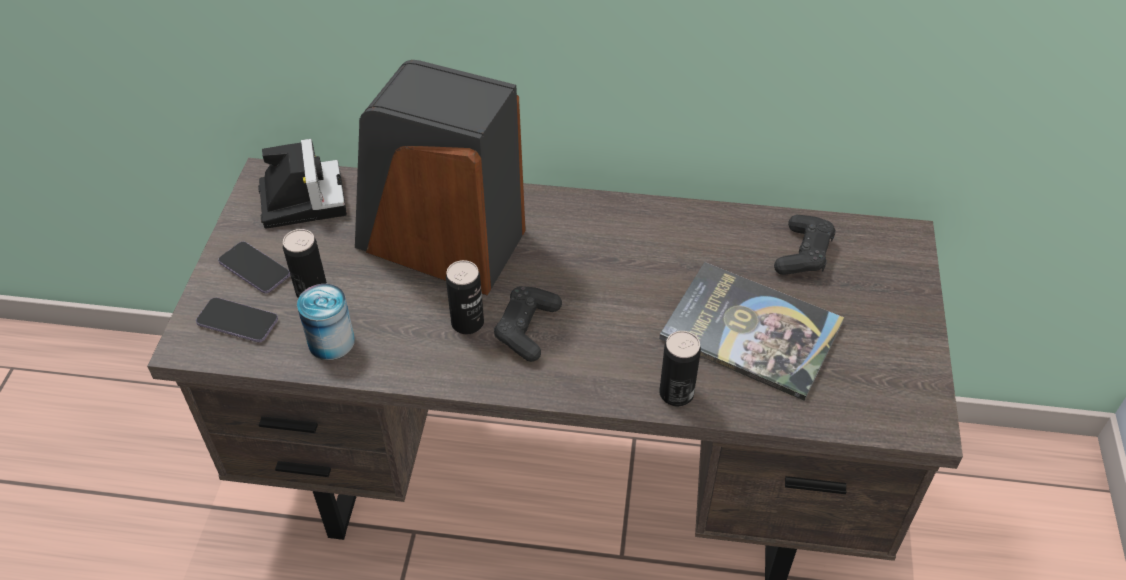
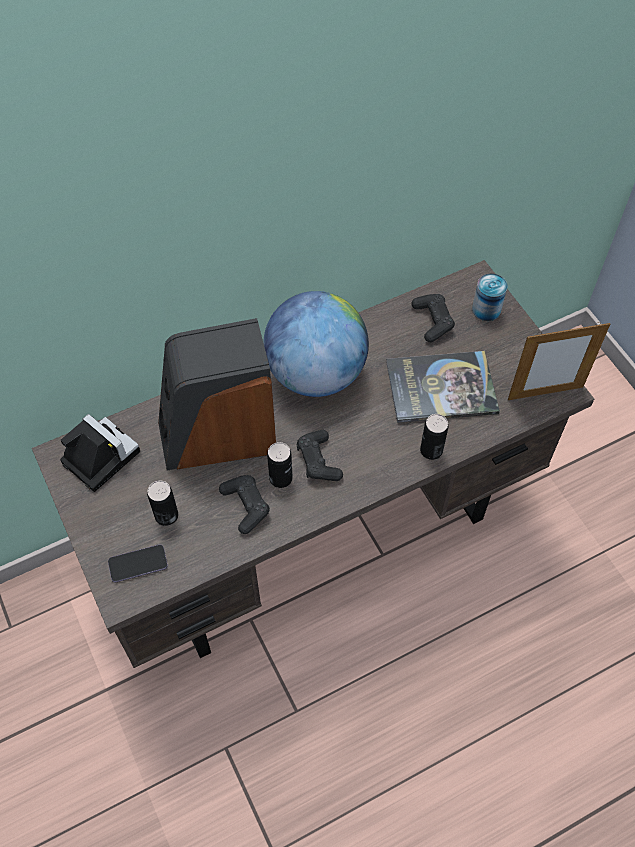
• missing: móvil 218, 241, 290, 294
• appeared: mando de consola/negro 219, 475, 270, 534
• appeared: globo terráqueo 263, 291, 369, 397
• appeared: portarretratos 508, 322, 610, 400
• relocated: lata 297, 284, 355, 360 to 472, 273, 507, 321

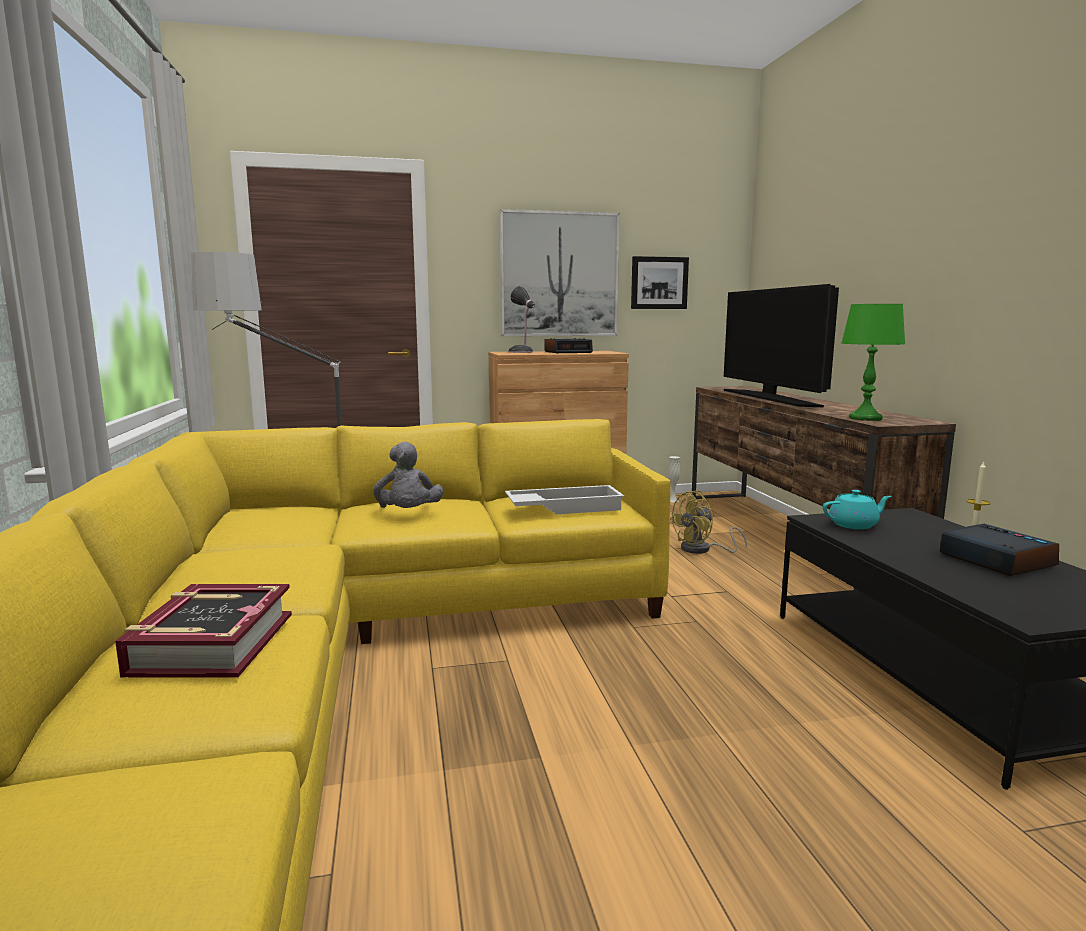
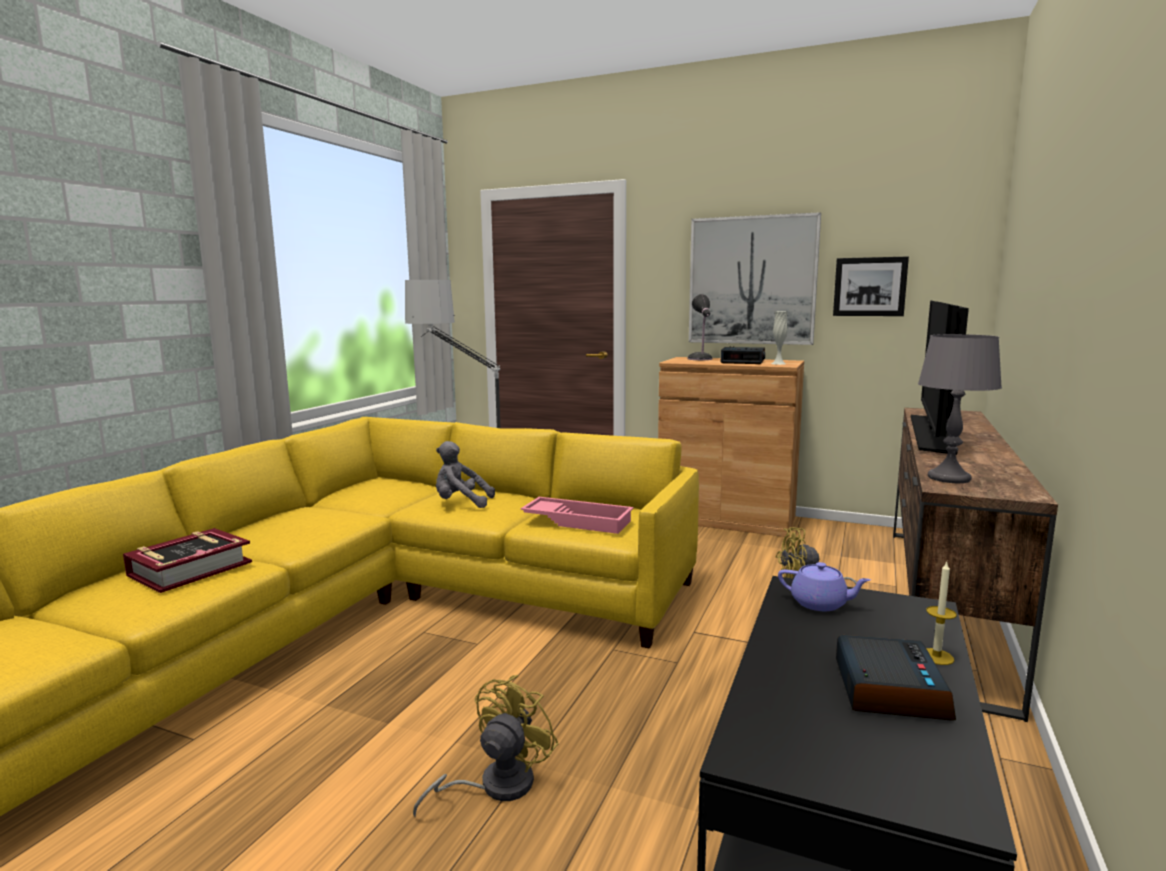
• appeared: ventilador/amarillo 413, 675, 559, 818
• relocated: florero/blanco 668, 456, 680, 502 to 771, 311, 788, 365
• colour: bandeja/blanco 505, 485, 625, 514 to bandeja/rosa 520, 497, 634, 534
• colour: tetera/turquesa 823, 490, 892, 529 to tetera/morado 778, 562, 871, 611
• colour: lámpara de mesa/verde 842, 304, 906, 421 to lámpara de mesa/gris 918, 334, 1002, 483
• spun: peluche/gris 373, 442, 443, 508 = 436, 441, 495, 508 75 degrees clockwise

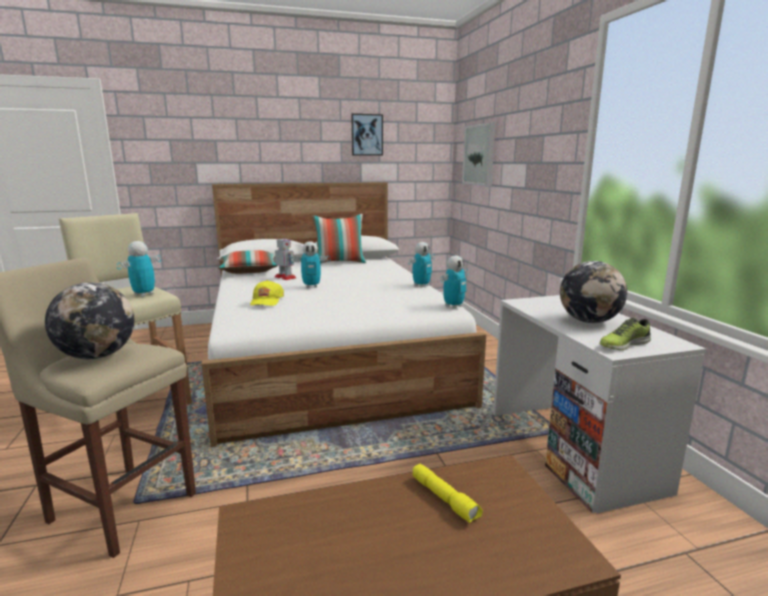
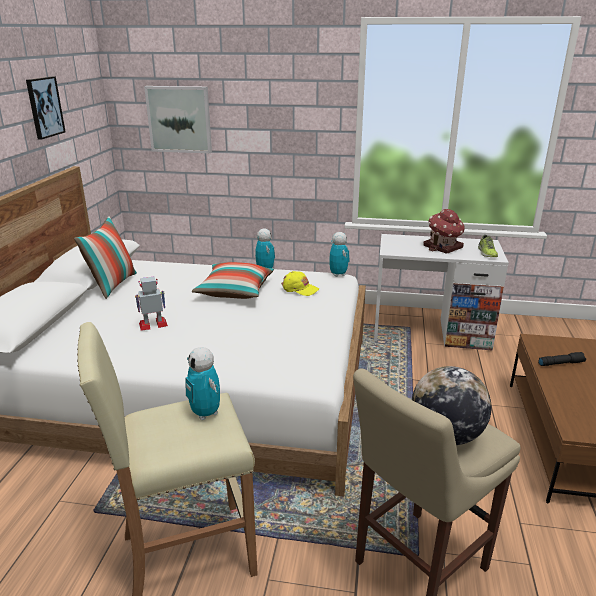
• missing: robot de juguete 290, 241, 331, 288
• relocated: cojín 218, 250, 279, 274 to 192, 262, 274, 299
• relocated: gorra/amarillo 250, 280, 284, 306 to 281, 271, 319, 296
• exchanged: globo terráqueo 560, 261, 627, 323 to casita 423, 209, 465, 254
• colour: linterna/amarillo 413, 464, 483, 523 to linterna/negro 538, 352, 586, 366

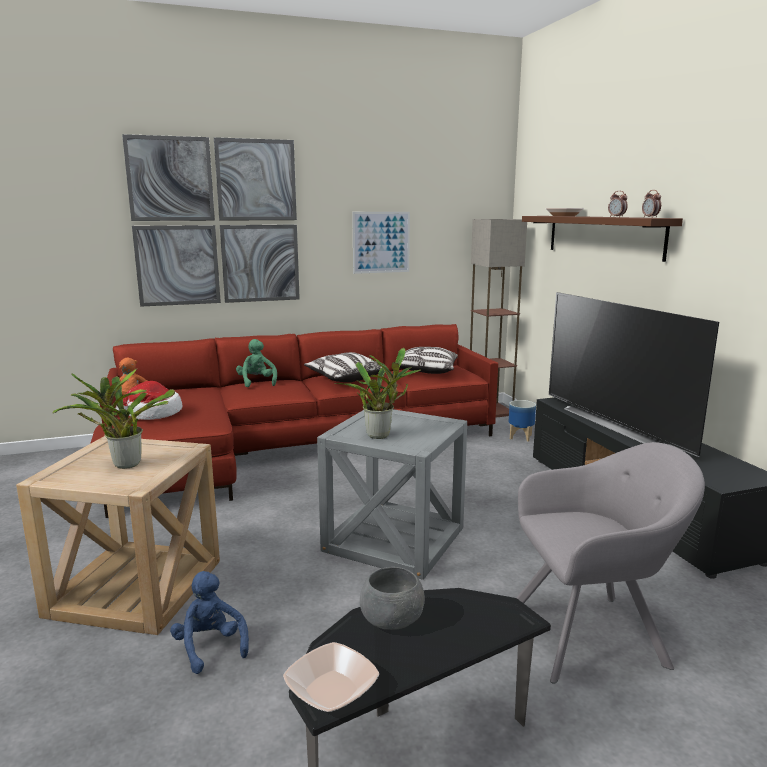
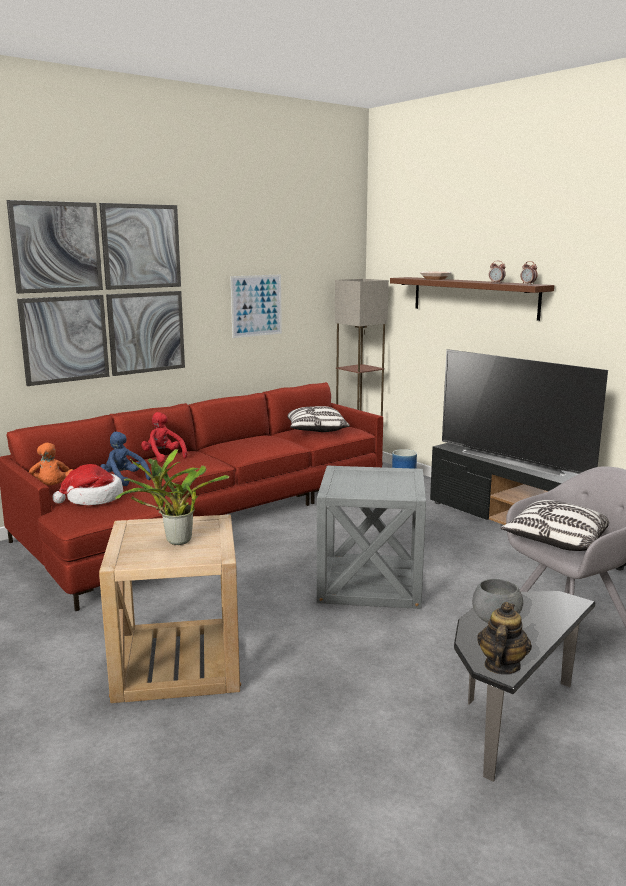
• missing: planta en maceta 335, 348, 421, 439
• relocated: peluche/azul 170, 571, 249, 674 to 100, 432, 151, 486
• relocated: cojín 304, 352, 382, 382 to 500, 500, 609, 551
• exchanged: cuenco 283, 642, 379, 712 to tetera 477, 602, 532, 674
• colour: peluche/verde 236, 339, 277, 387 to peluche/rojo 141, 412, 187, 462

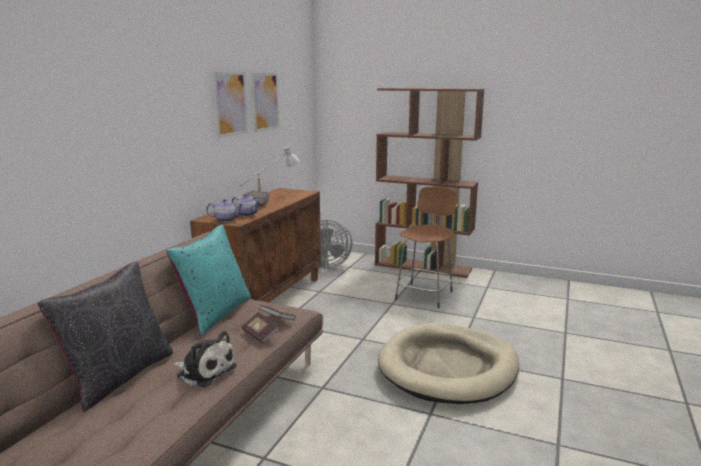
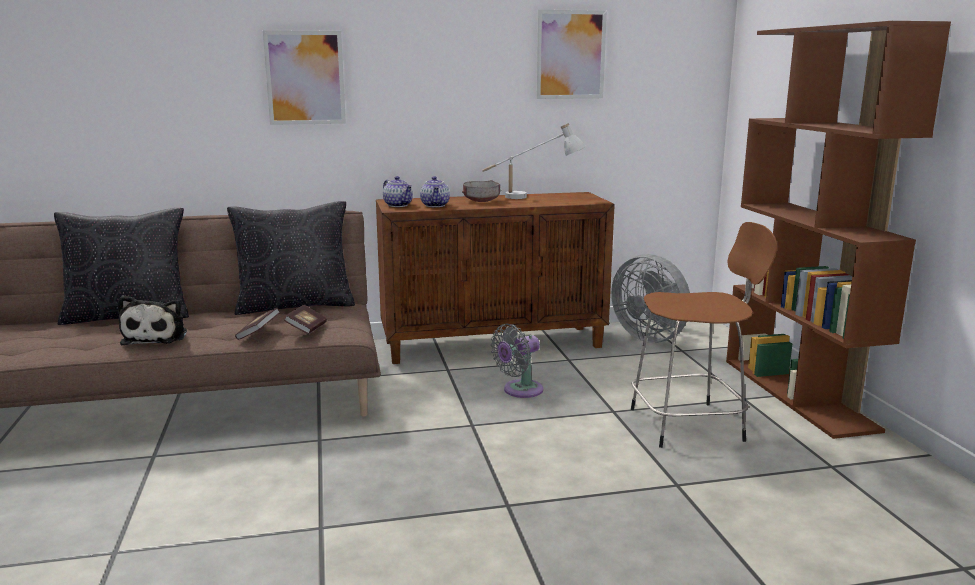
• missing: cama para perro/beis 378, 323, 519, 404
• appeared: ventilador/gris 491, 324, 543, 398
• relocated: cuadro 213, 72, 248, 138 to 263, 30, 346, 125
• colour: cojín/turquesa 167, 224, 251, 336 to cojín/negro 227, 201, 355, 315

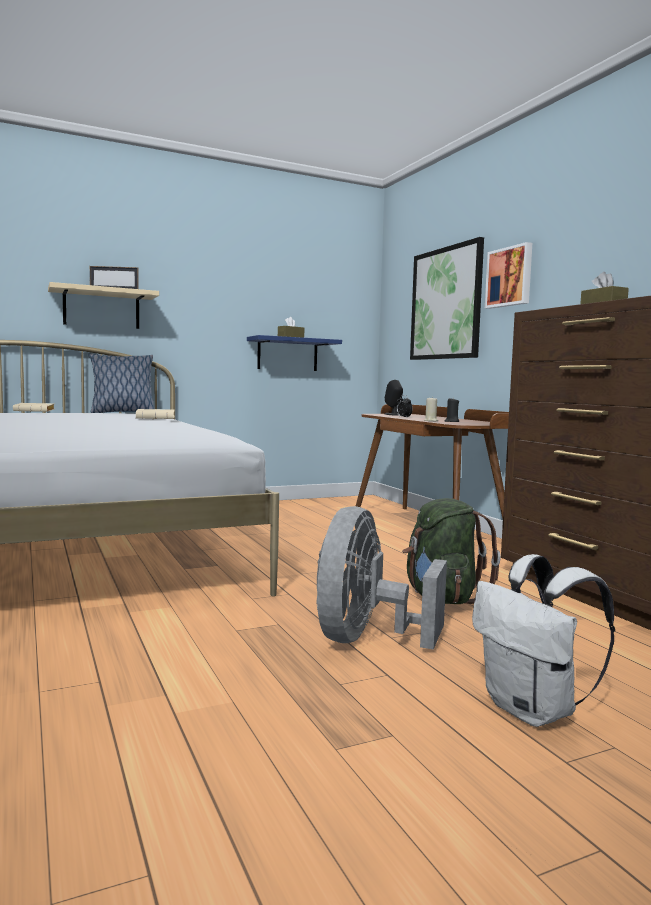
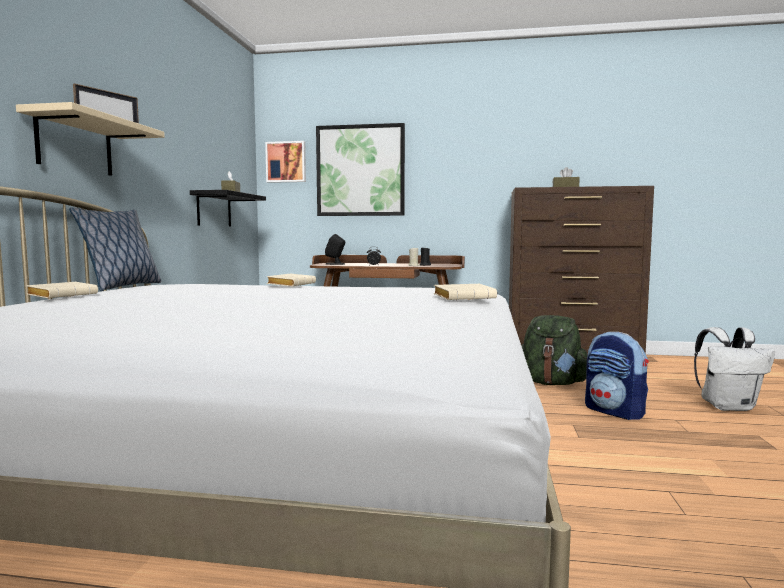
• appeared: libro/beis 434, 284, 497, 300
• relocated: cuadro 485, 242, 532, 309 to 265, 141, 306, 183
• exchanged: ventilador/gris 316, 506, 447, 649 to mochila 585, 332, 649, 420
• colour: estante/azul 247, 335, 342, 371 to estante/negro 190, 190, 266, 227

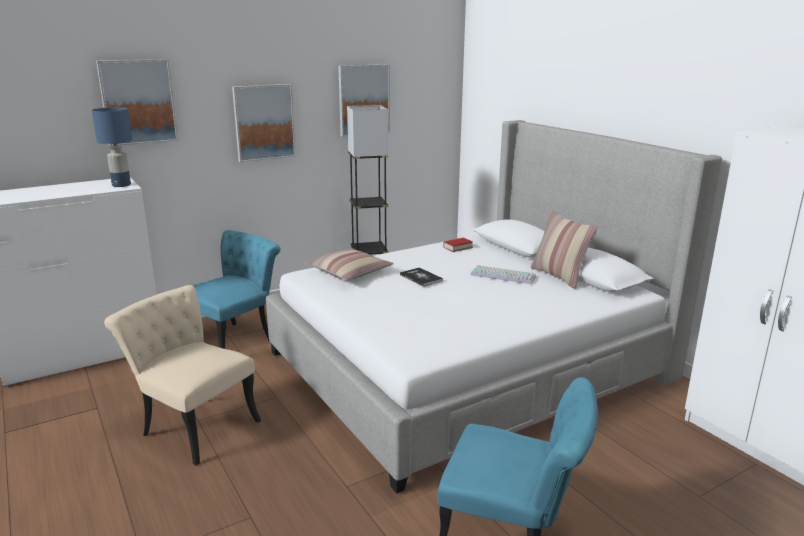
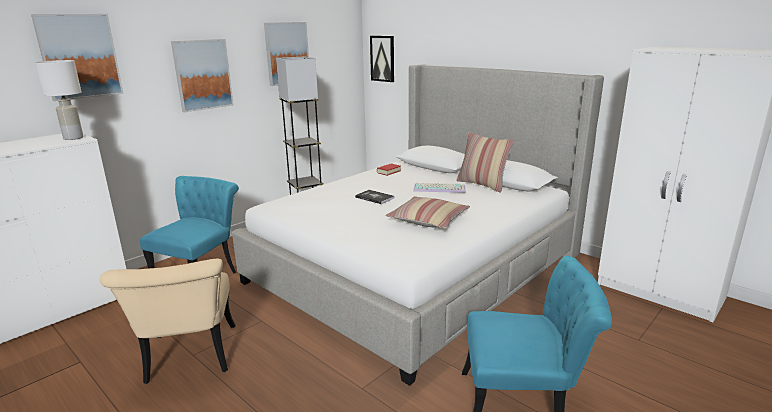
• appeared: cuadro 370, 36, 394, 82
• relocated: cojín 305, 248, 394, 281 to 386, 196, 470, 229
• colour: lámpara de mesa/azul 92, 107, 132, 187 to lámpara de mesa/blanco 35, 60, 84, 140
• spun: silla/beis 104, 285, 261, 465 = 100, 259, 236, 384 120 degrees counterclockwise

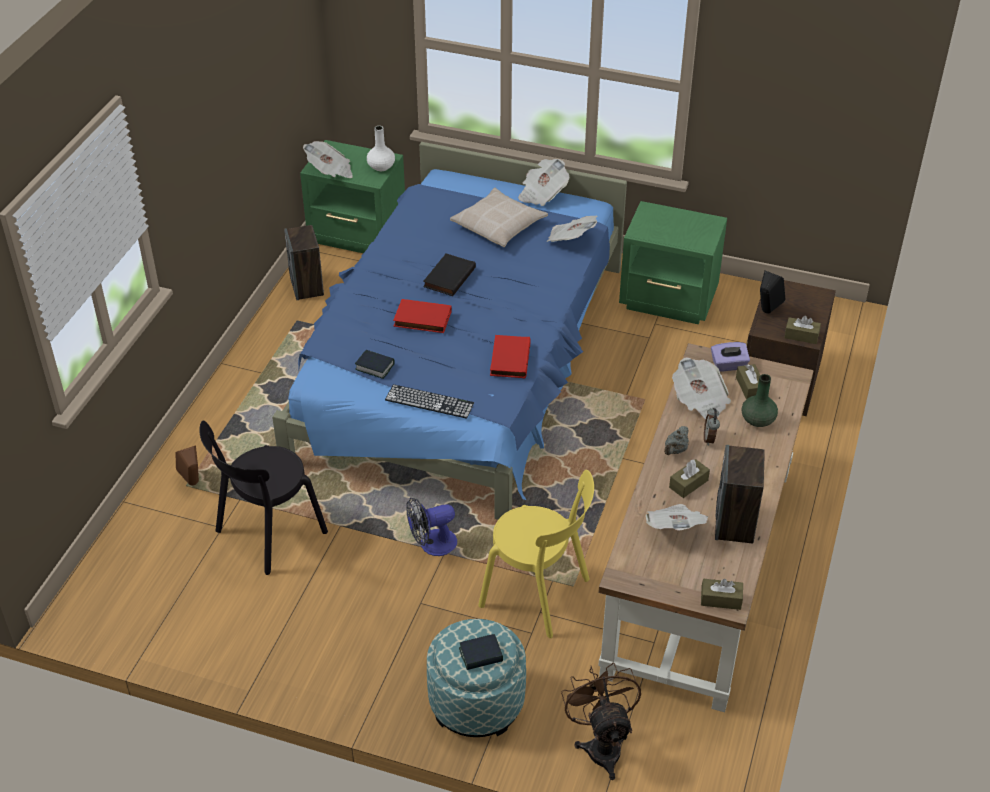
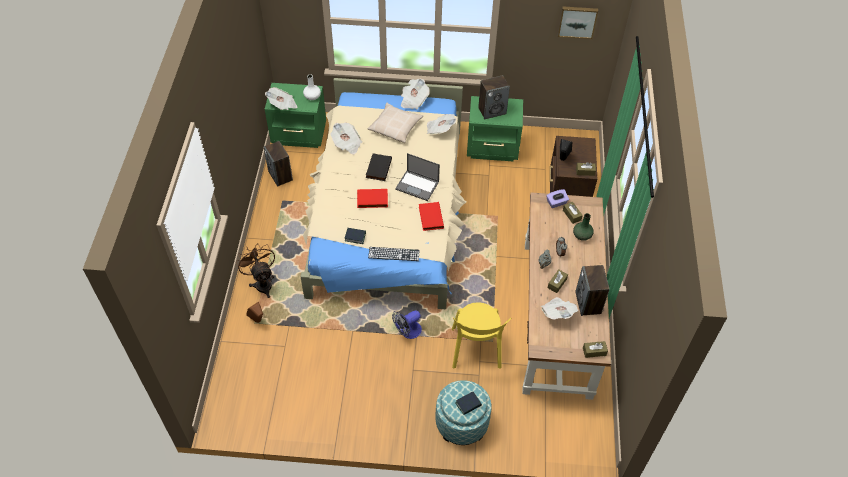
• missing: silla/negro 199, 421, 328, 575
• appeared: portátil 395, 153, 440, 201
• appeared: altavoz 478, 75, 510, 119
• appeared: cuadro 558, 6, 598, 39
• relocated: ventilador/marrón 561, 662, 641, 780 to 236, 243, 275, 298
• relocated: periódico 672, 357, 731, 420 to 331, 123, 363, 155
• colour: cama/azul 272, 142, 627, 520 to cama/beis 301, 78, 466, 309
• spun: silla/amarillo 478, 470, 594, 638 = 452, 303, 511, 369 75 degrees clockwise

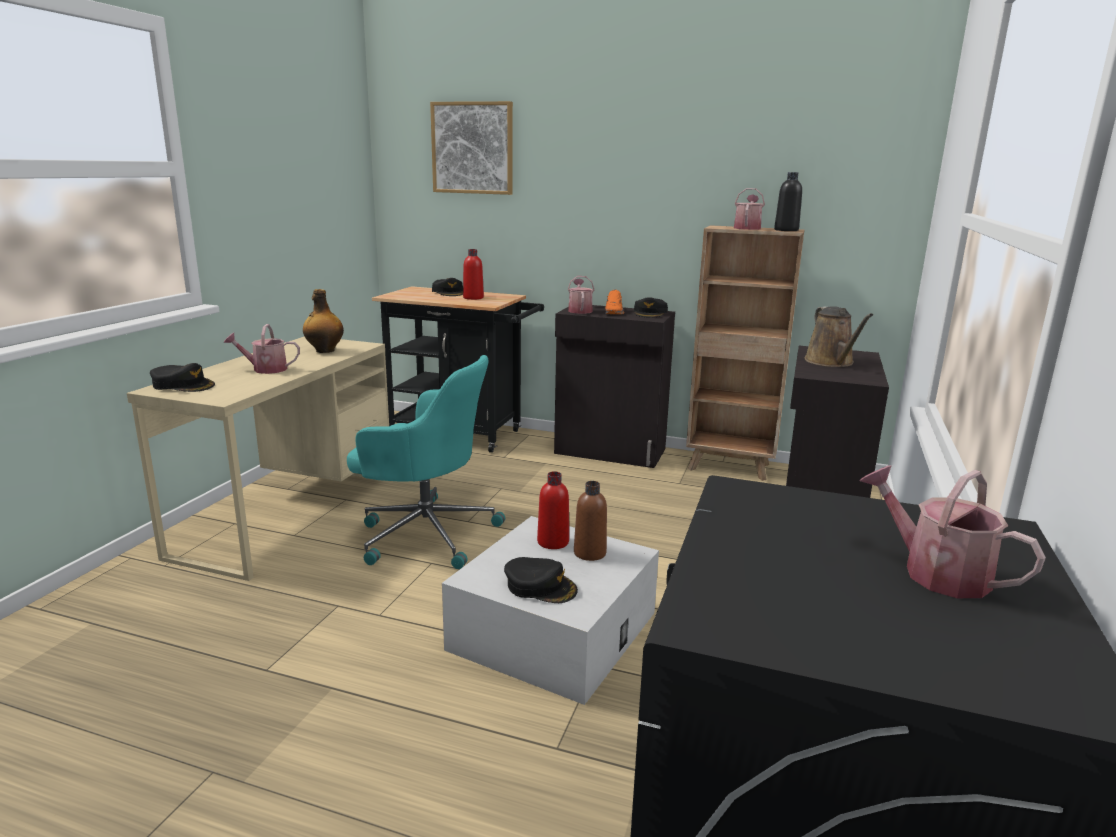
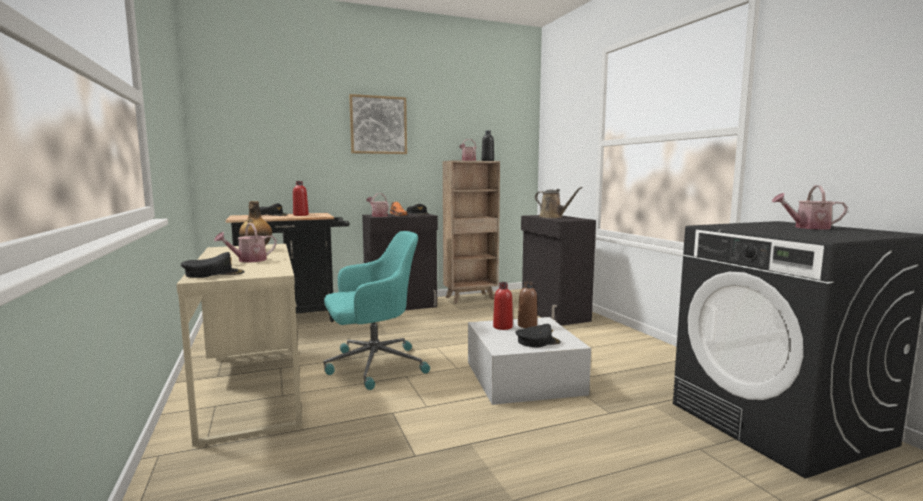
• relocated: cuadro 430, 101, 513, 195 to 349, 94, 407, 154

